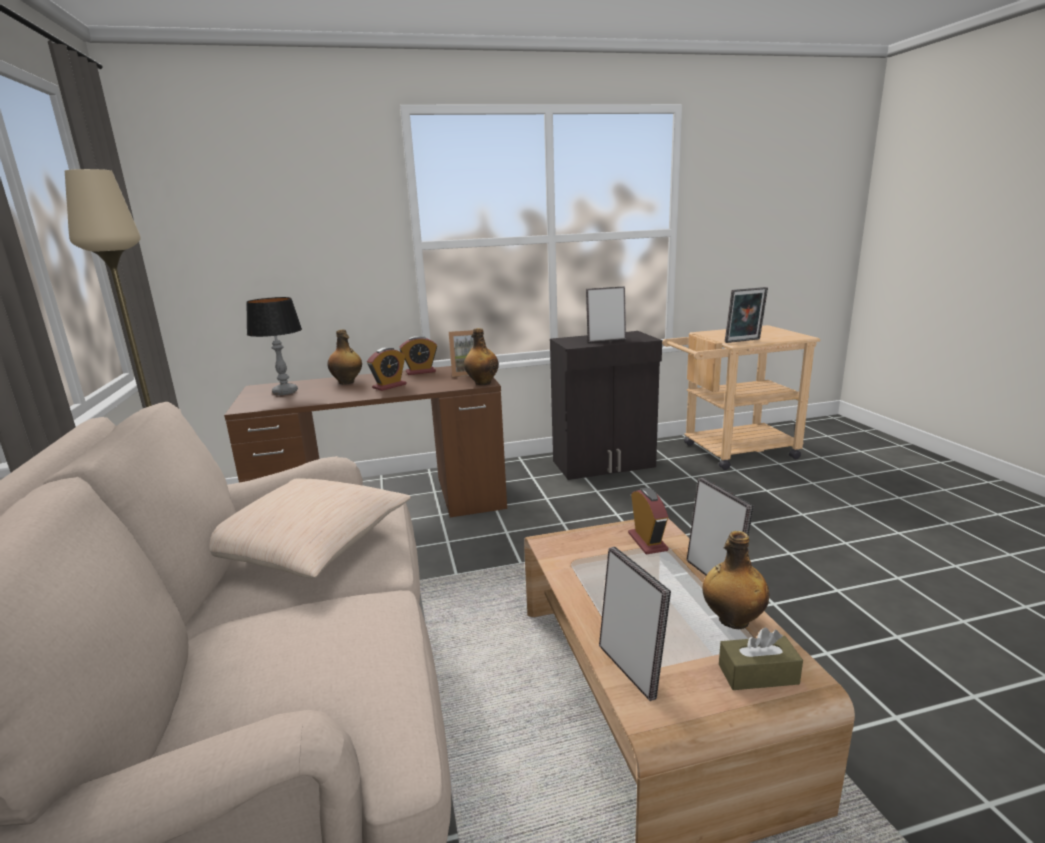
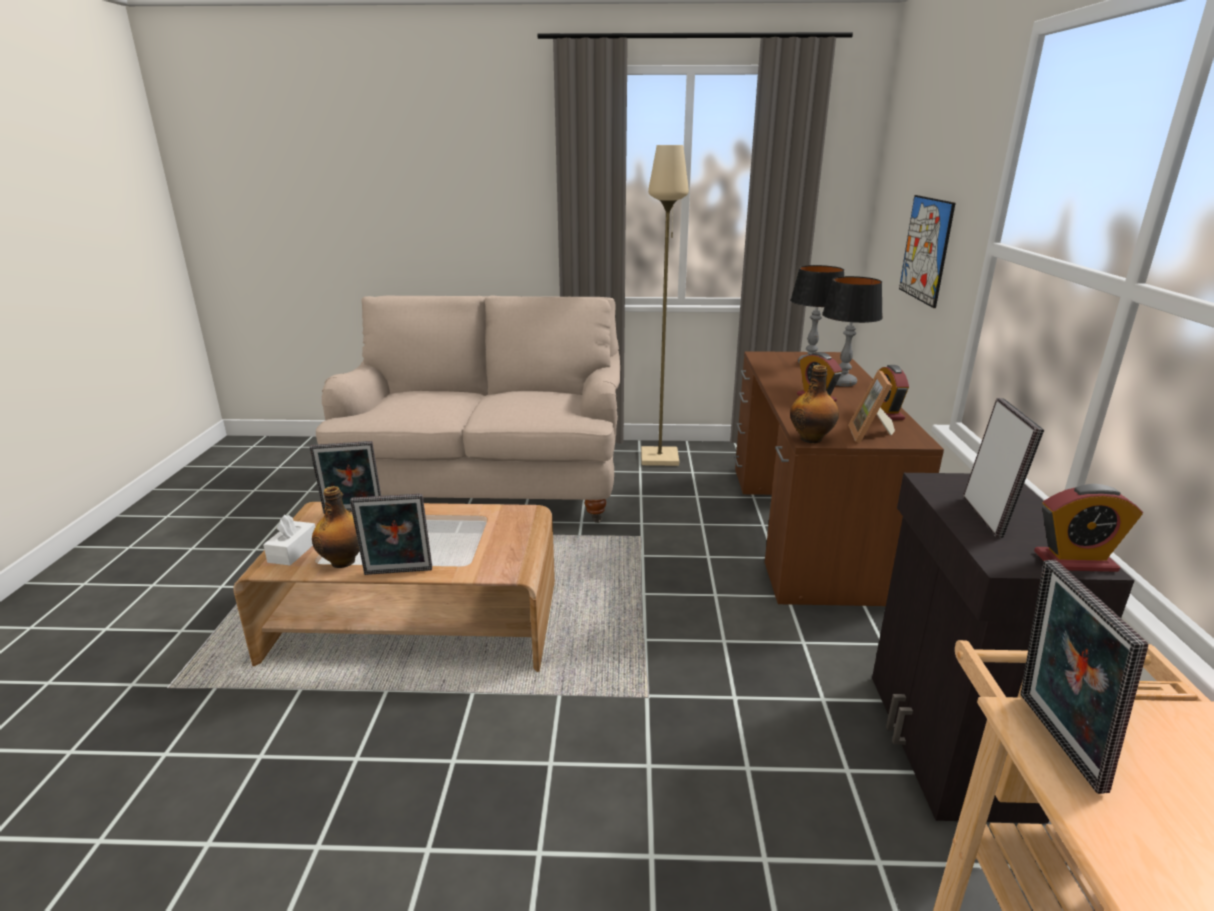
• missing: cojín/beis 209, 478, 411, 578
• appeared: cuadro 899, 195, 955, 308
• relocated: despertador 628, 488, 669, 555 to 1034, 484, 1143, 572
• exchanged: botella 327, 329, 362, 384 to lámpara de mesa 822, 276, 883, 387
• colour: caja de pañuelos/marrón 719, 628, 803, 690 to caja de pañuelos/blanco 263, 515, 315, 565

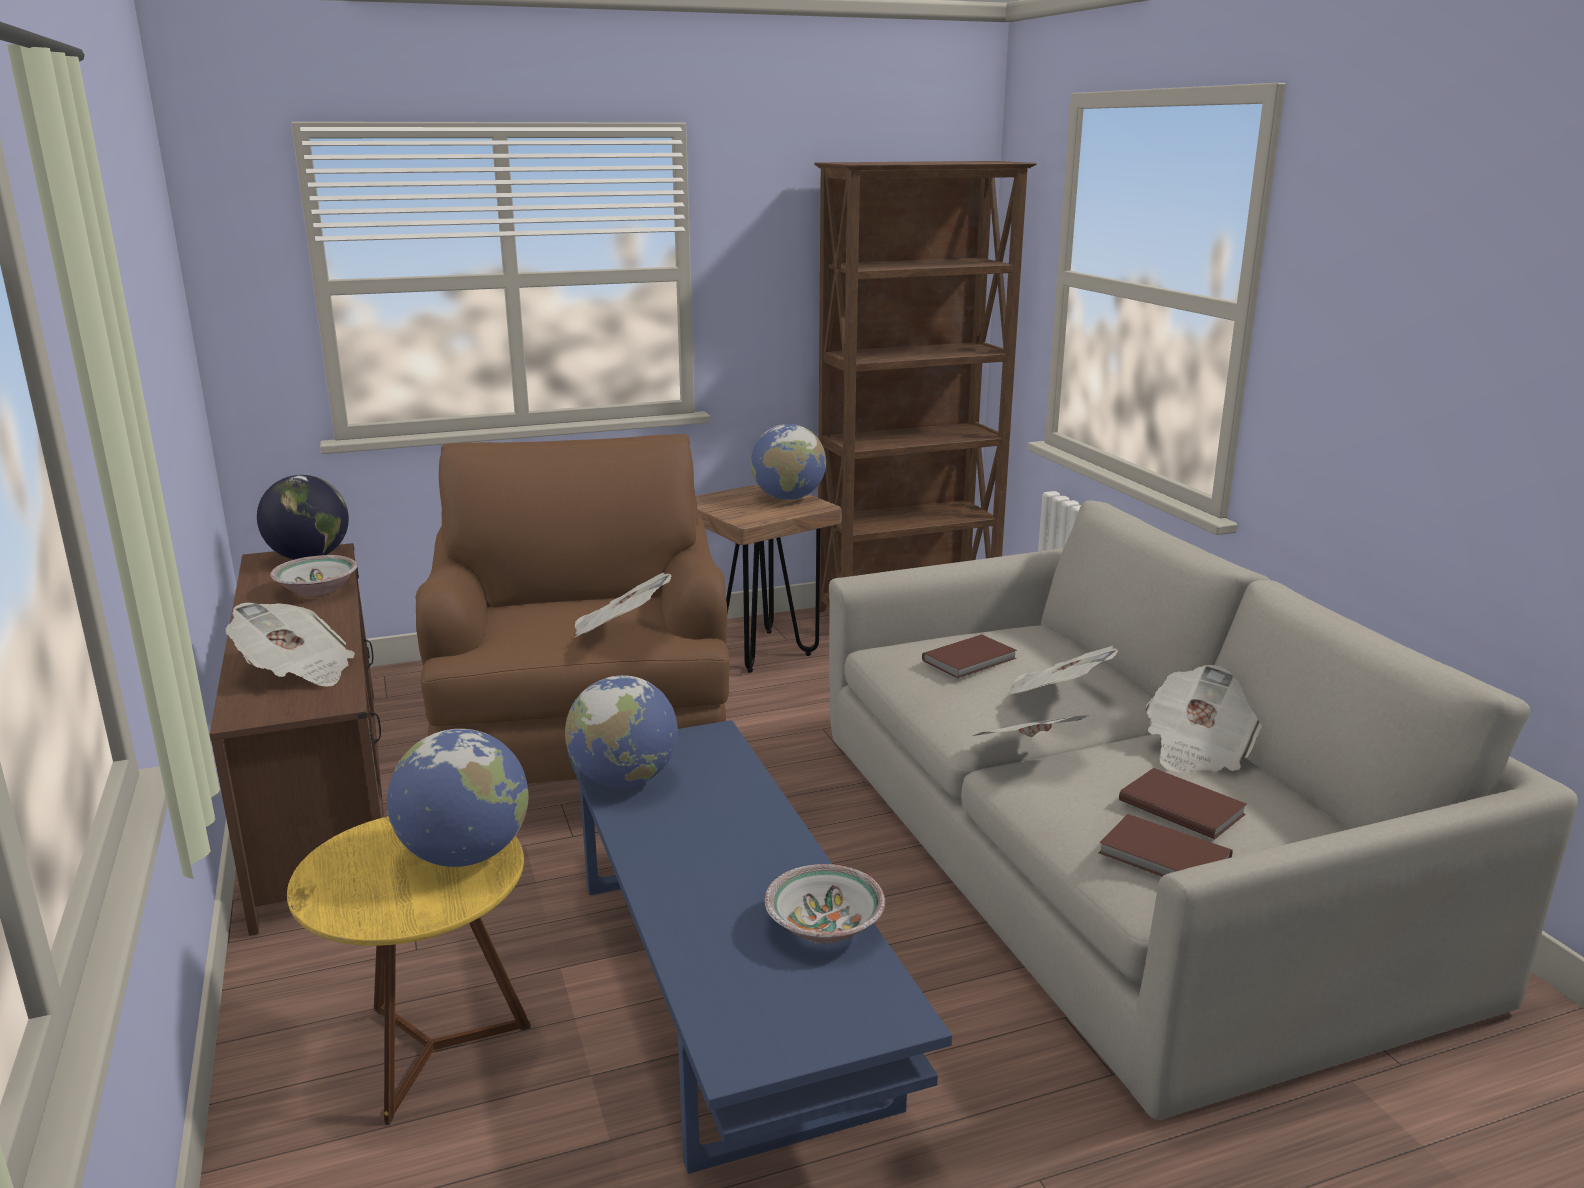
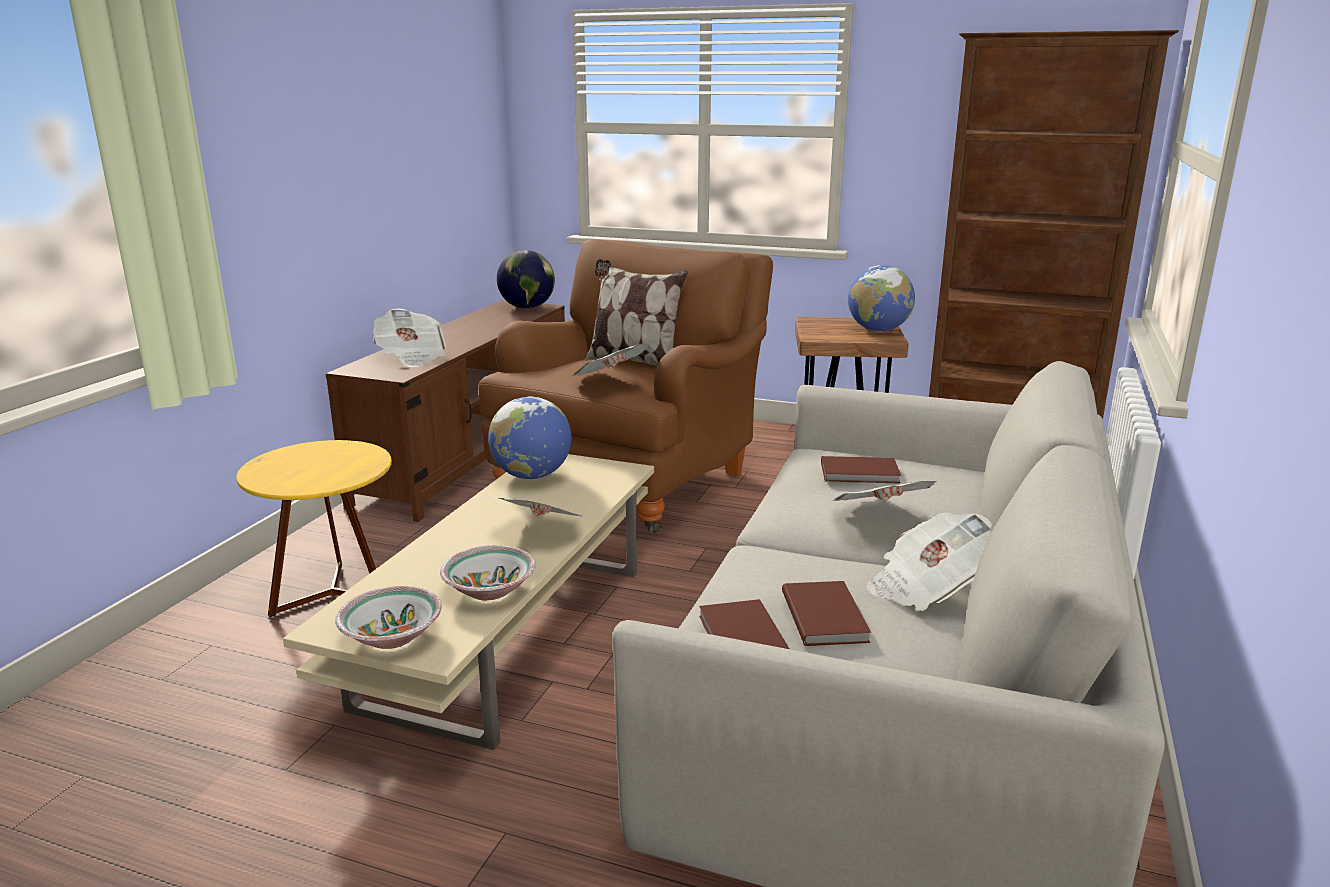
• missing: globo terráqueo 387, 729, 529, 867
• appeared: cojín 585, 259, 688, 366
• relocated: cuenco 270, 555, 357, 597 to 335, 586, 442, 649
• relocated: periódico 974, 716, 1087, 737 to 488, 497, 583, 517
• colour: mesa de centro/azul 567, 720, 952, 1174 to mesa de centro/beis 283, 454, 654, 750

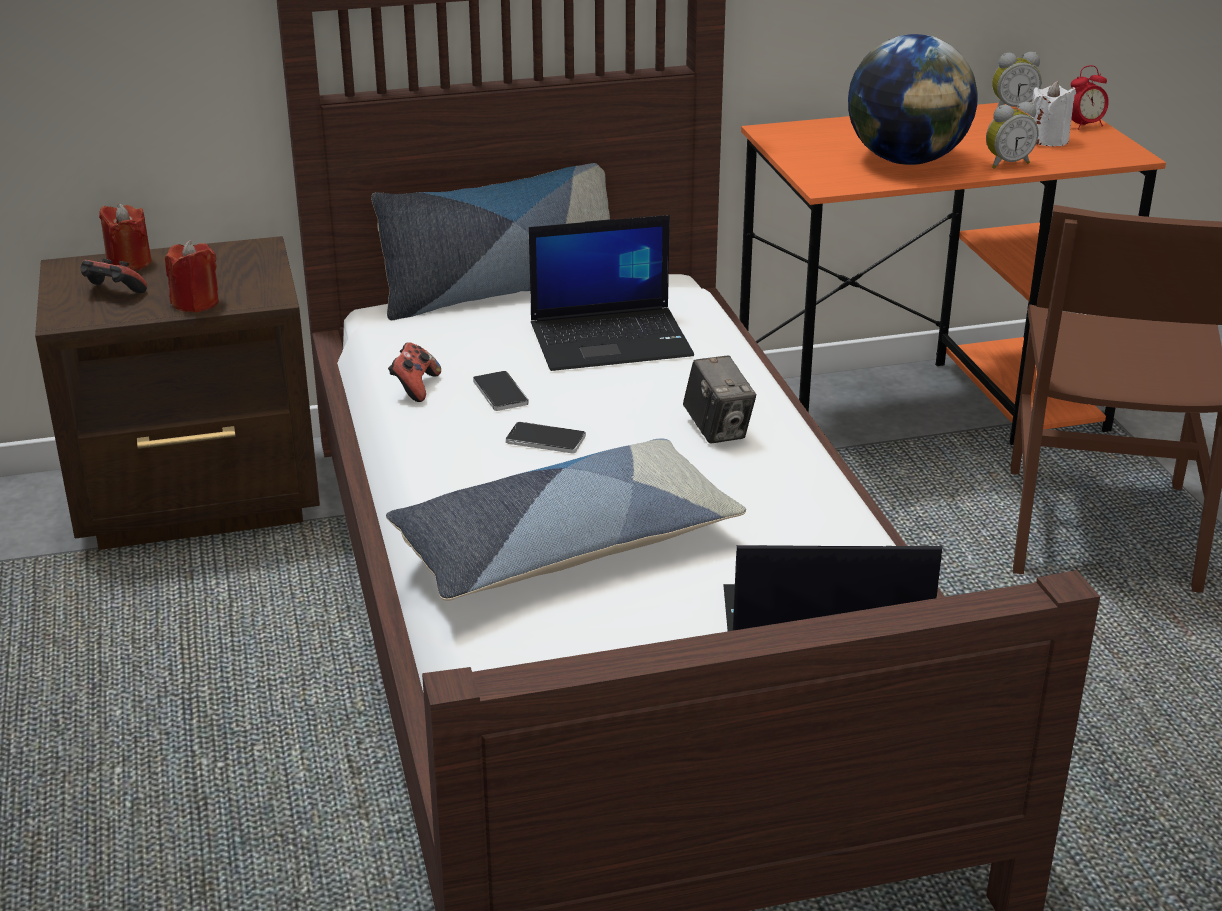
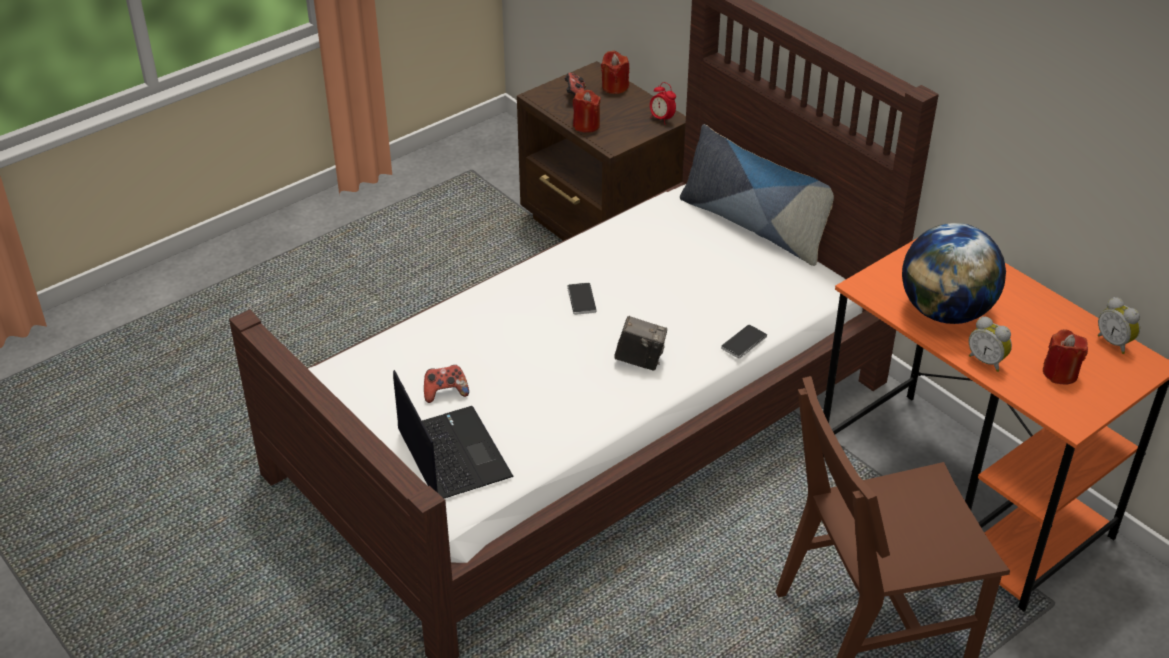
• missing: cojín 386, 438, 746, 601
• missing: portátil 529, 215, 694, 371
• relocated: mando de consola 388, 342, 441, 402 to 424, 365, 469, 403
• relocated: móvil 473, 371, 529, 411 to 721, 324, 767, 359
• relocated: despertador 1071, 65, 1109, 130 to 650, 82, 676, 125
• colour: vela/blanco 1030, 81, 1076, 146 to vela/rojo 1043, 329, 1088, 385
• spun: cámara 683, 356, 756, 443 = 614, 316, 667, 370 120 degrees counterclockwise

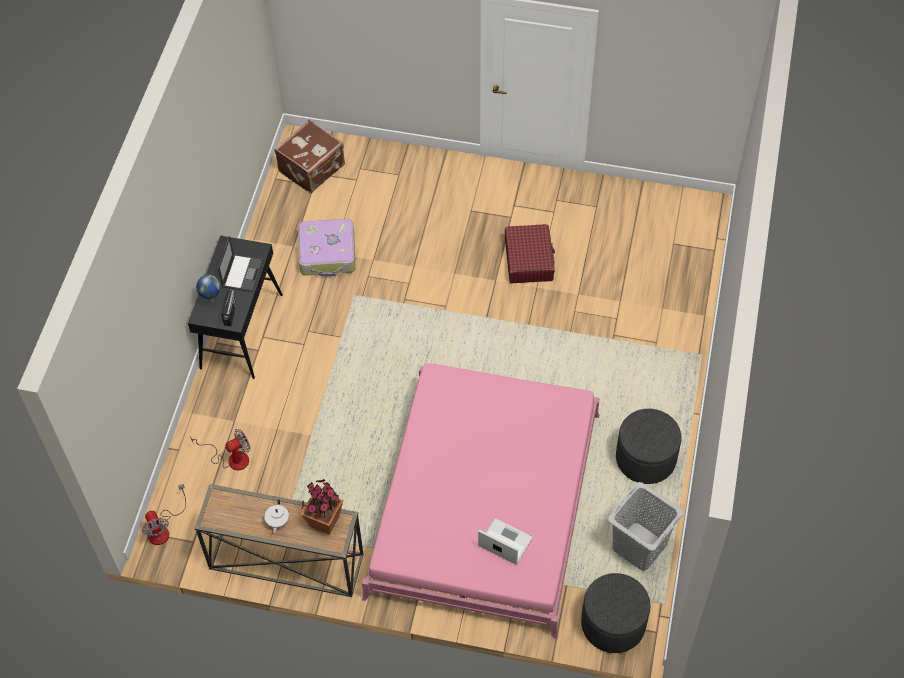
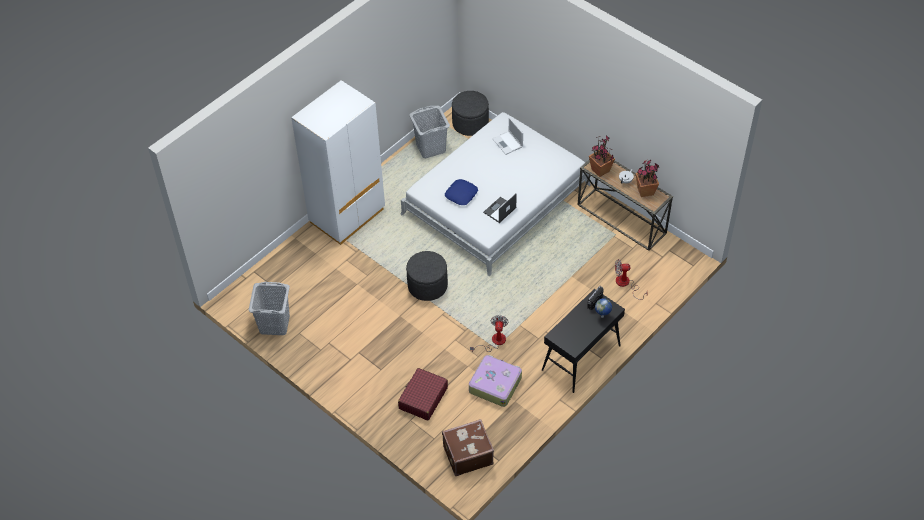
• appeared: cesto de la ropa/gris 249, 282, 290, 335
• appeared: armario ropero/blanco 291, 80, 385, 245
• appeared: cojín/azul 445, 179, 478, 205
• appeared: planta en maceta 636, 160, 659, 197
• relocated: ventilador 142, 484, 186, 545 to 470, 315, 509, 352
• relocated: portátil 218, 236, 263, 292 to 483, 193, 517, 223
• relocated: maleta/rojo 505, 224, 555, 283 to 398, 368, 448, 421
• relocated: puf/gris 616, 409, 681, 484 to 406, 251, 448, 301
• colour: cama/rosa 362, 363, 600, 639 to cama/blanco 400, 112, 591, 276

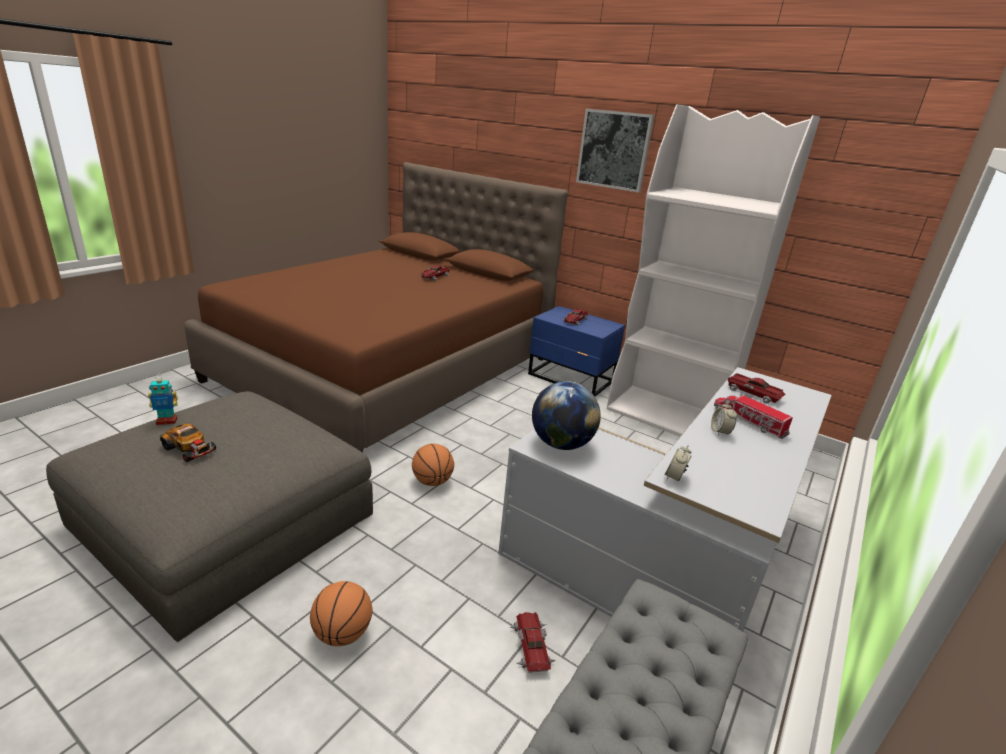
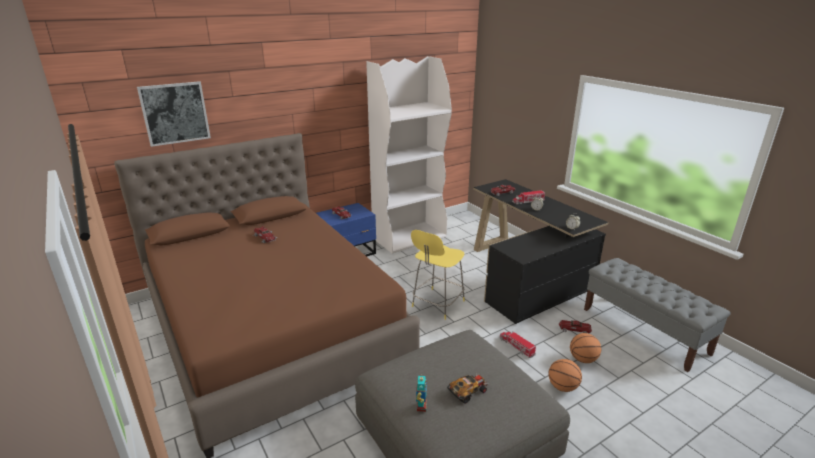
• missing: globo terráqueo 532, 381, 601, 450
• appeared: taburete/amarillo 411, 230, 465, 320
• appeared: camión de juguete 500, 332, 536, 358
• relocated: balón de baloncesto 412, 444, 454, 486 to 570, 333, 601, 363
• relocated: cuadro 576, 109, 654, 192 to 137, 81, 211, 147
• colour: escritorio/blanco 498, 367, 832, 632 to escritorio/negro 473, 179, 609, 324

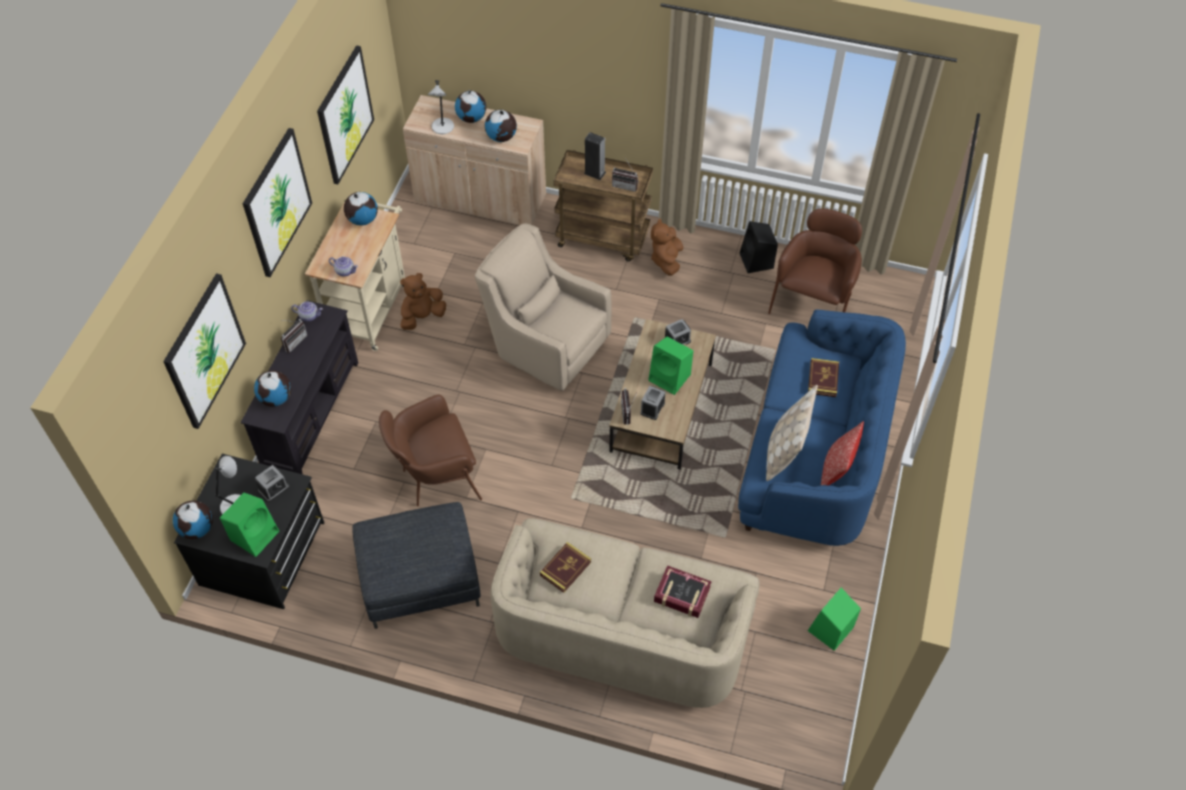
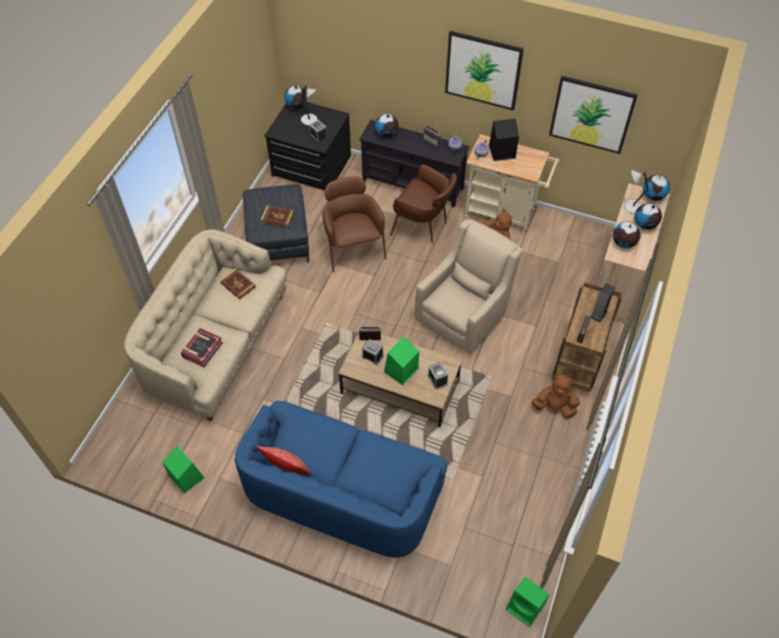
• missing: cuadro 163, 273, 246, 429
• missing: cojín/beis 766, 385, 818, 481
• relocated: altavoz/verde 220, 493, 279, 557 to 506, 577, 550, 627
• relocated: globo terráqueo 344, 192, 378, 226 to 643, 175, 670, 201
• relocated: altavoz/negro 740, 221, 778, 273 to 489, 119, 519, 161
• relocated: sillón/marrón 768, 208, 862, 314 to 390, 164, 457, 243
• relocated: libro 808, 358, 839, 397 to 261, 205, 294, 228

